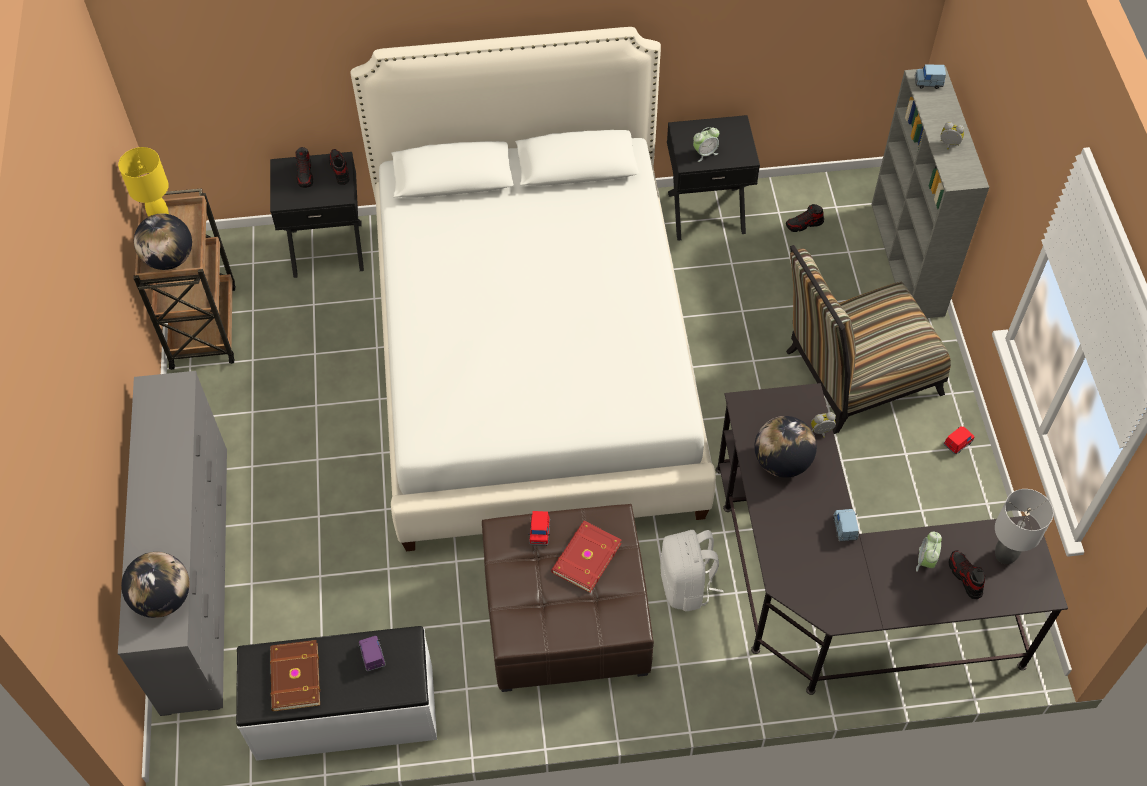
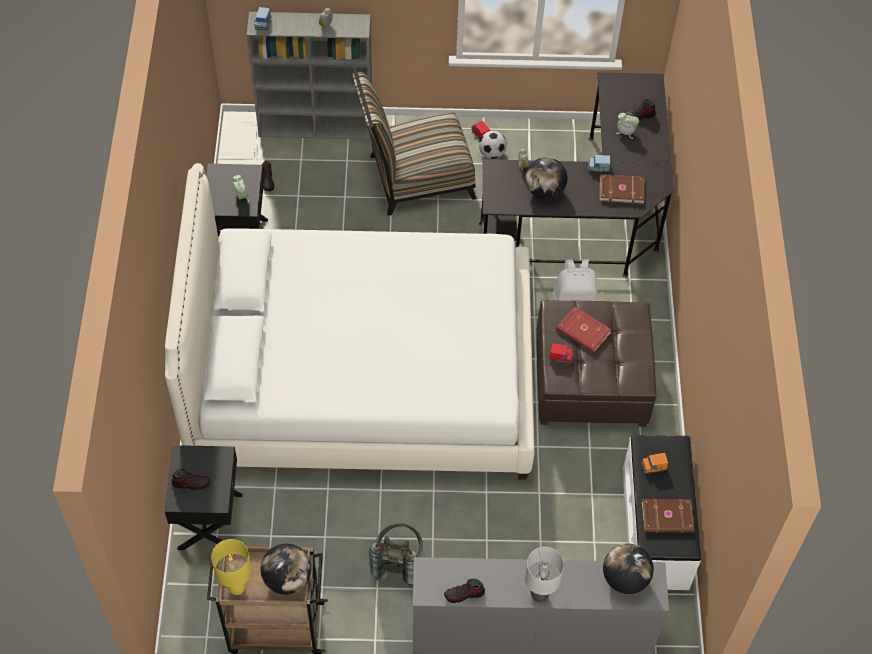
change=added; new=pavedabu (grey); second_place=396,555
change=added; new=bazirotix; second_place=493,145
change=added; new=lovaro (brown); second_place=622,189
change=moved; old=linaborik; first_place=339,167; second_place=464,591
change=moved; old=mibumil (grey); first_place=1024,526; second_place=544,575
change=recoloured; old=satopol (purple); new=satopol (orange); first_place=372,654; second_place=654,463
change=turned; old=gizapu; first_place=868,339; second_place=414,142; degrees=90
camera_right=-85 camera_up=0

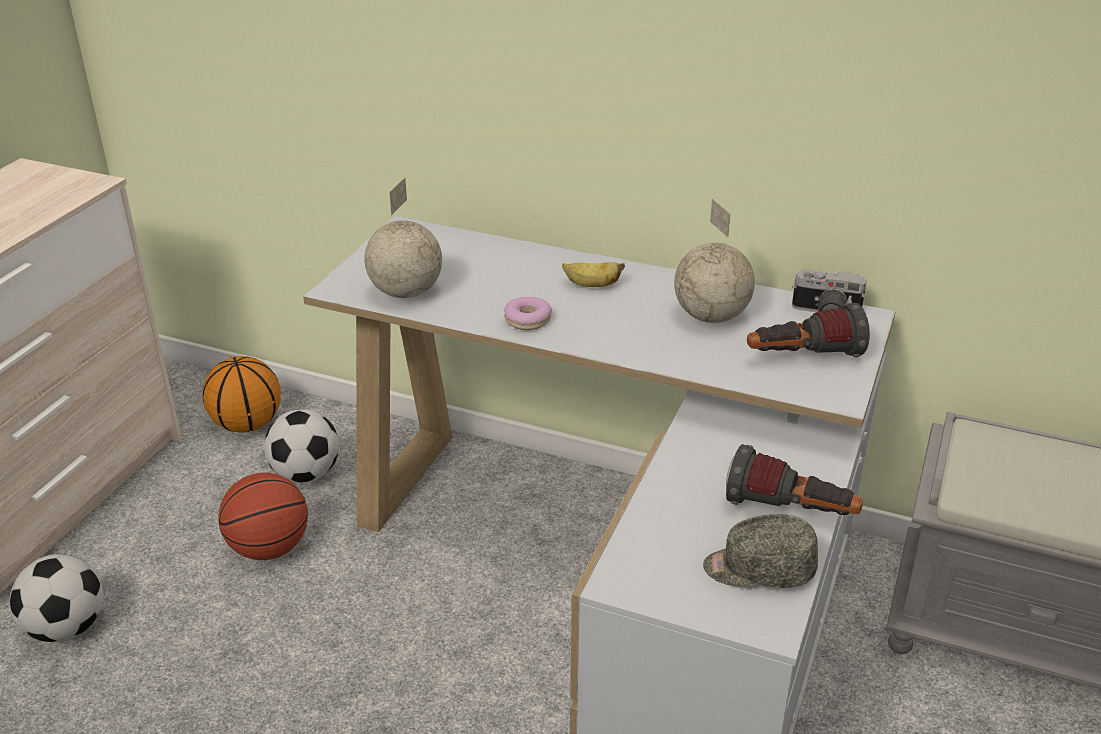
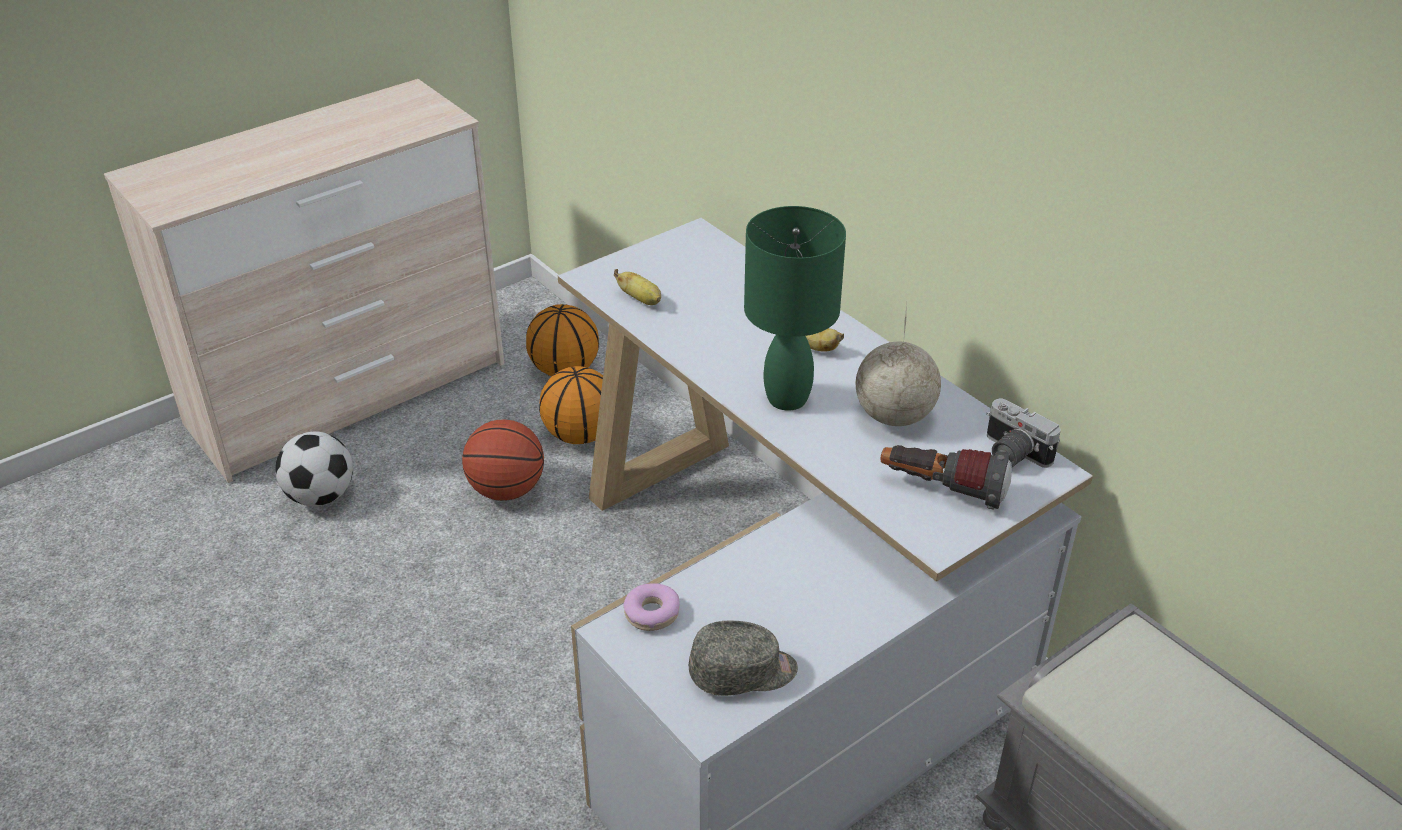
change=removed; old=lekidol; first_place=794,479
change=added; new=mibumil (green); second_place=795,308
change=moved; old=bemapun; first_place=528,313; second_place=652,607
change=replaced; old=bazirotix; new=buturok; first_place=301,446; second_place=571,405
change=replaced; old=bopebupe; new=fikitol; first_place=403,238; second_place=637,287
change=turned; old=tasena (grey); first_place=760,551; second_place=743,658; degrees=135
camera_right=30 camera_up=5

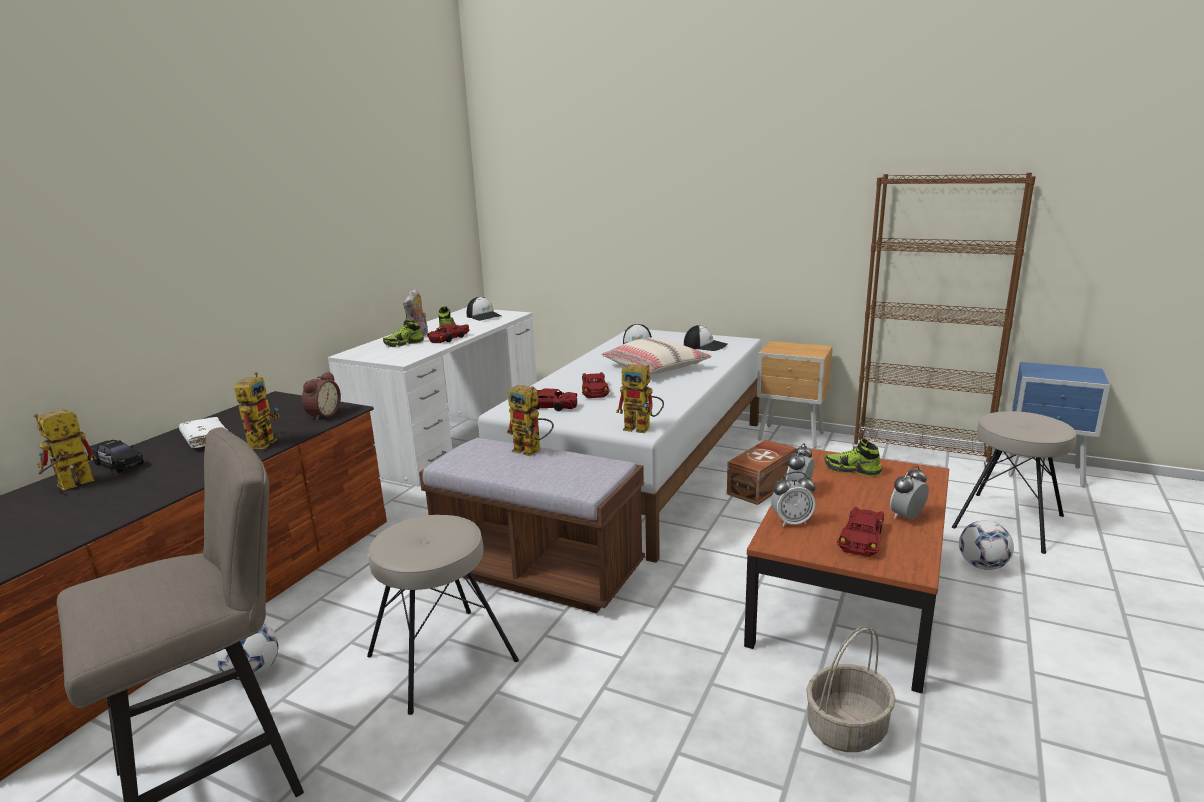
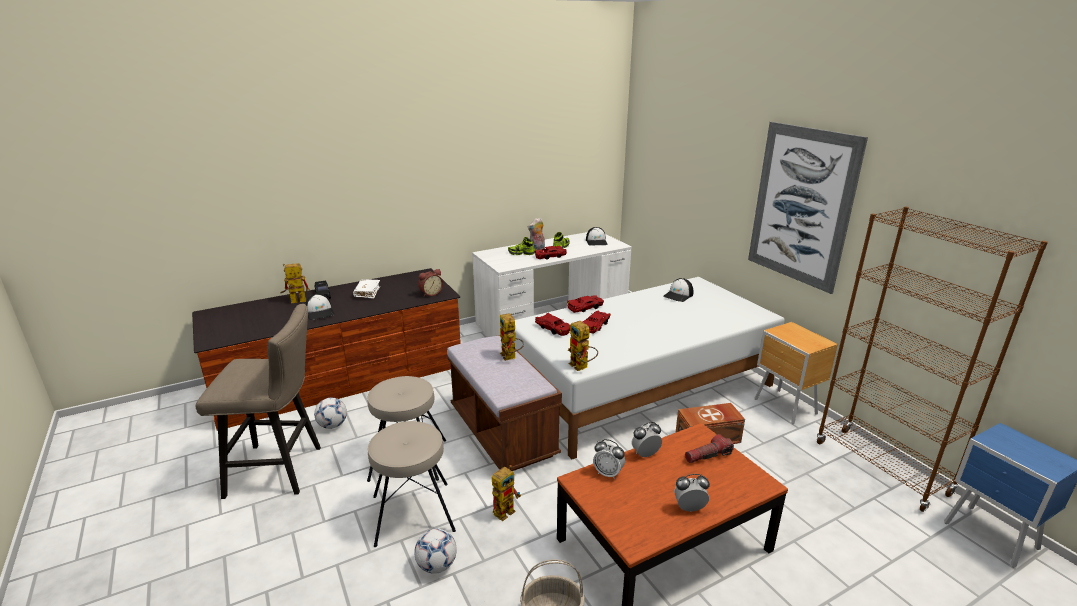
change=removed; old=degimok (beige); first_place=657,355
change=added; new=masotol; second_place=808,208
change=moved; old=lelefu; first_place=257,410; second_place=506,493
change=moved; old=tasena; first_place=705,338; second_place=320,307
change=moved; old=satopol (red); first_place=860,532; second_place=585,304
change=moved; old=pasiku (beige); first_place=1014,482; second_place=412,484
change=moved; old=bazirotix; first_place=986,545; second_place=435,551
change=replaced; old=linaborik; new=lekidol; first_place=853,458; second_place=709,448
camera_right=35 camera_up=5

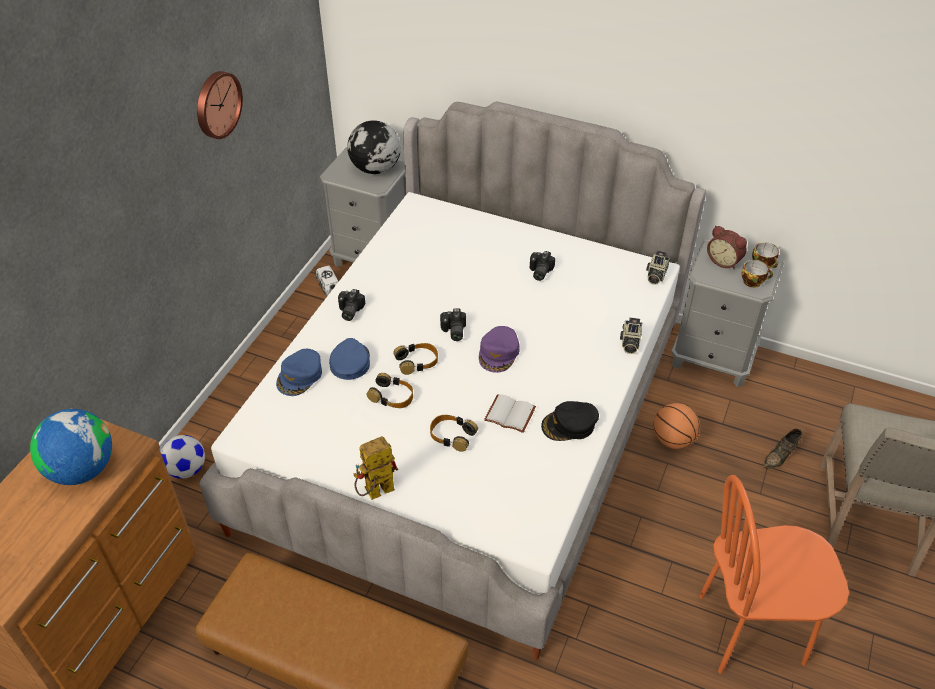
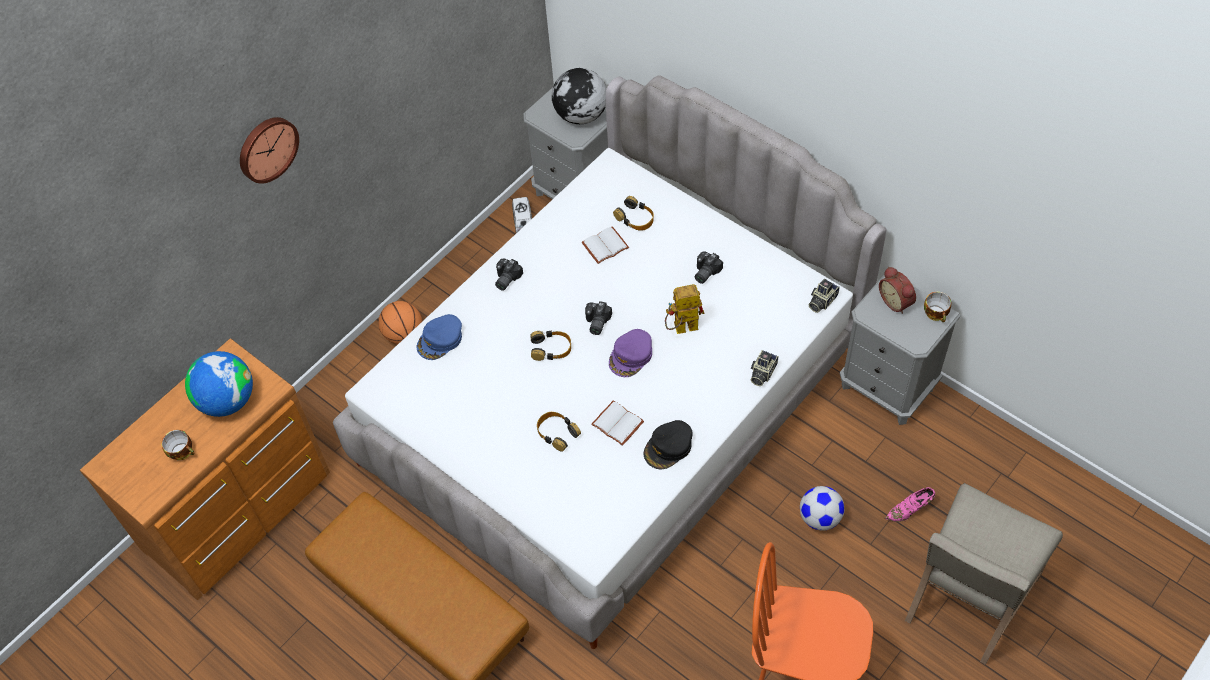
change=removed; old=tasena (blue); first_place=349,359
change=added; new=lovaro (white); second_place=605,245
change=moved; old=bazirotix; first_place=183,457; second_place=822,508
change=moved; old=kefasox; first_place=220,105; second_place=269,150
change=moved; old=lelefu; first_place=375,468; second_place=685,309
change=moved; old=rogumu; first_place=389,390; second_place=633,213
change=moved; old=buturok; first_place=676,426; second_place=400,322
change=moved; old=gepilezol; first_place=757,273; second_place=177,445
change=recoloured; old=linaborik (brown); new=linaborik (pink); first_place=783,449; second_place=910,504
change=turned; old=tasena (black); first_place=570,421; second_place=668,444; degrees=-45
camera_right=20 camera_up=10

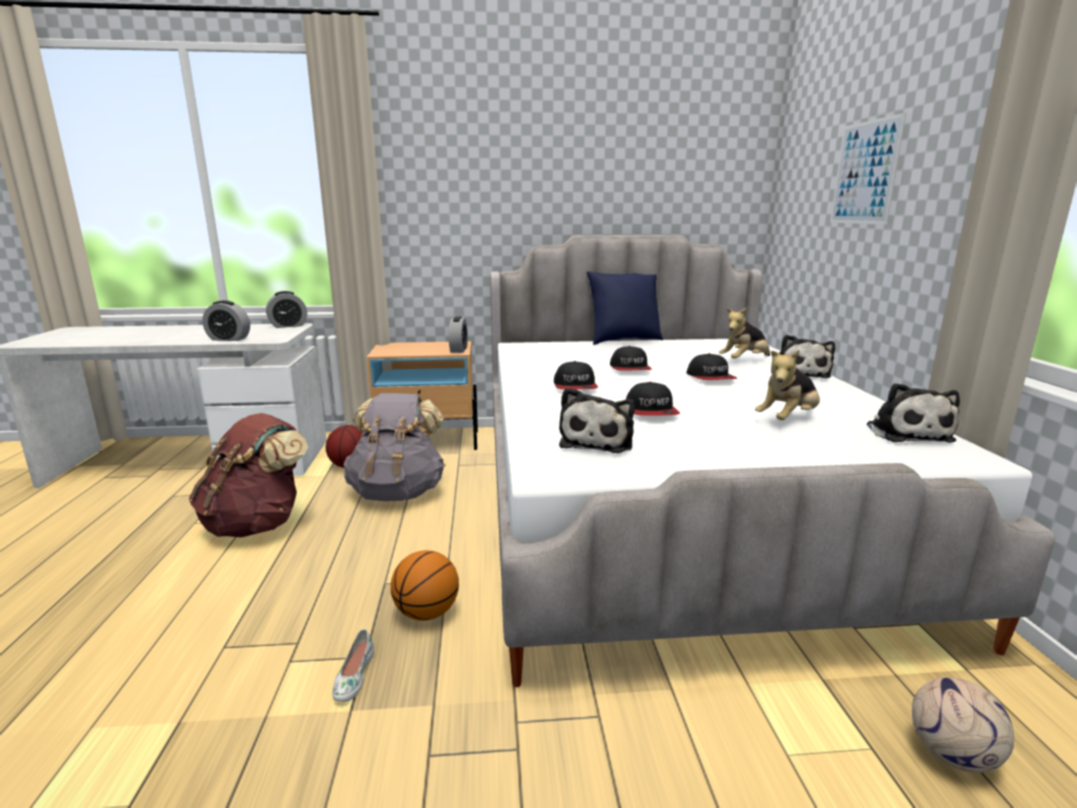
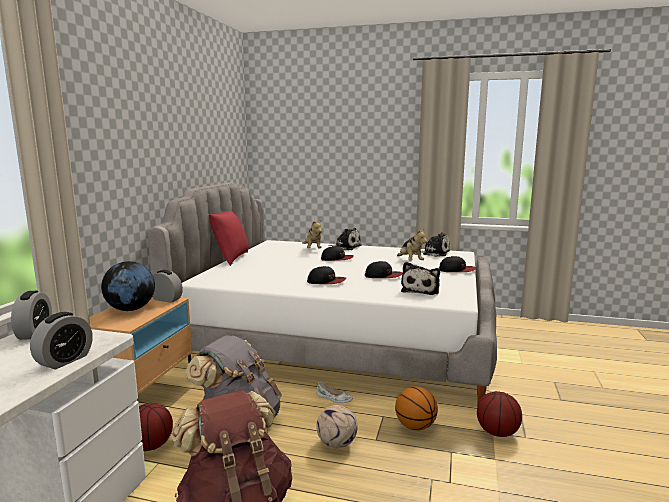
change=removed; old=masotol; first_place=868,169
change=added; new=bopebupe; second_place=128,286
change=added; new=buturok; second_place=499,414
change=moved; old=linaborik (white); first_place=353,665; second_place=334,392
change=moved; old=tasena; first_place=631,358; second_place=457,264
change=moved; old=bazirotix; first_place=963,725; second_place=337,426
change=recoloured; old=degimok (blue); new=degimok (red); first_place=625,308; second_place=229,238
change=turned; old=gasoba; first_place=597,420; second_place=420,278; degrees=75
camera_right=-70 camera_up=-5

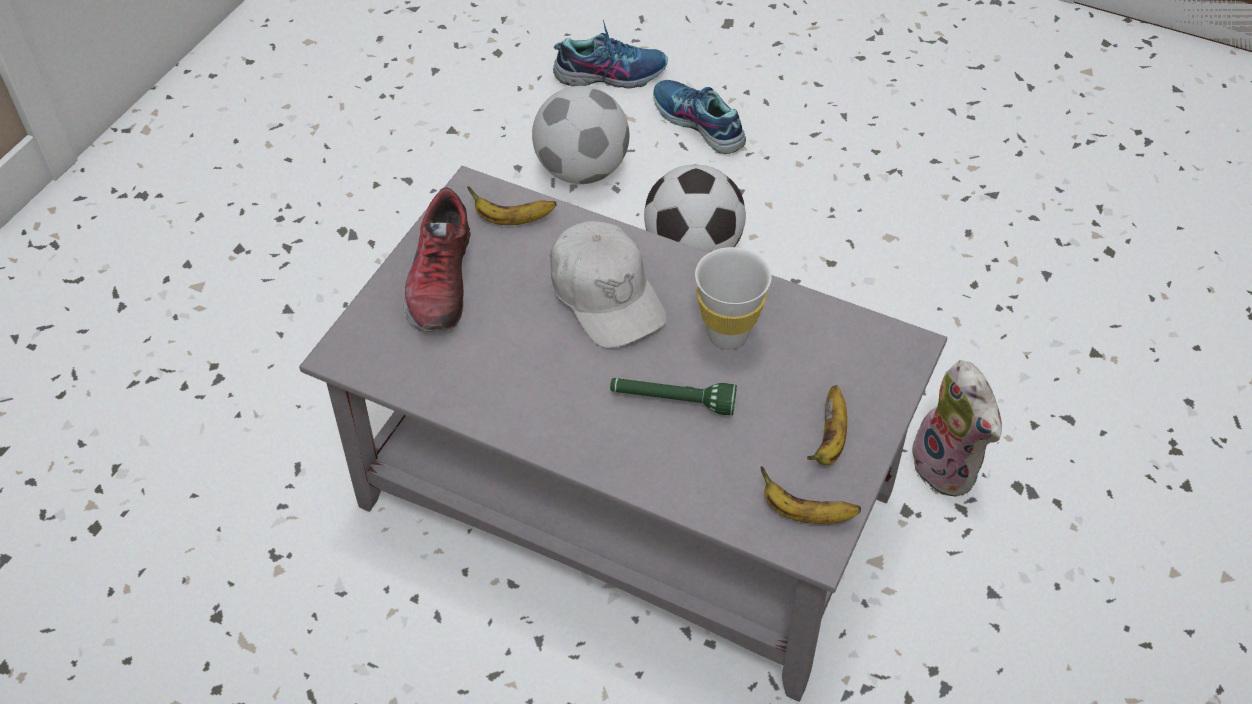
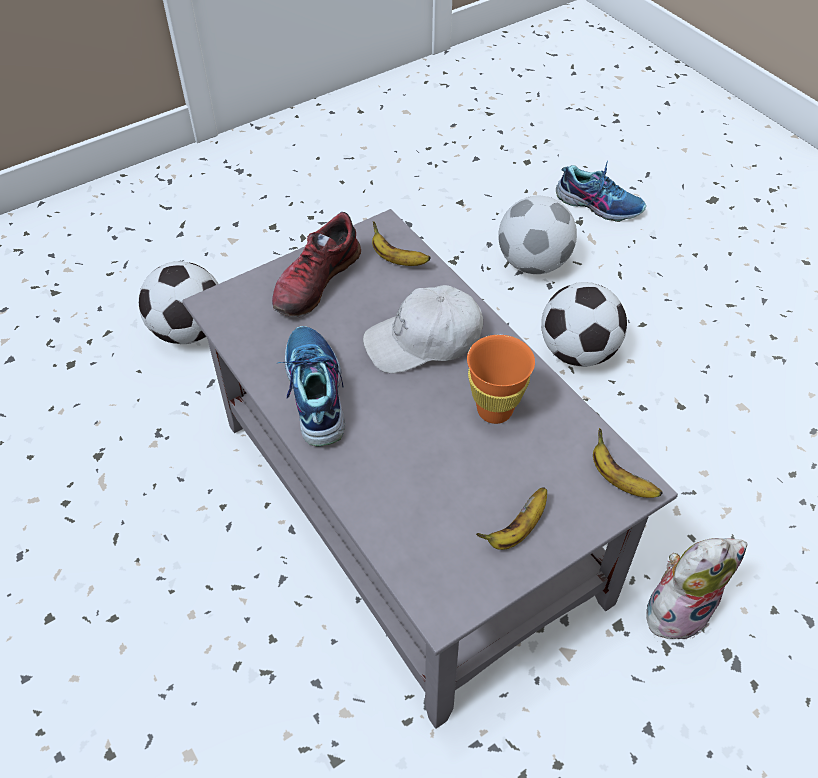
change=removed; old=lekidol (green); first_place=673,396
change=added; new=bazirotix; second_place=178,302
change=moved; old=linaborik; first_place=699,117; second_place=310,386
change=moved; old=fikitol; first_place=810,495; second_place=628,463
change=recoloured; old=gepilezol (white); new=gepilezol (orange); first_place=733,298; second_place=501,379
change=turned; old=tasena (white); first_place=608,285; second_place=423,329; degrees=75
change=turned; old=gasoba; first_place=954,428; second_place=696,590; degrees=-120
camera_right=30 camera_up=0

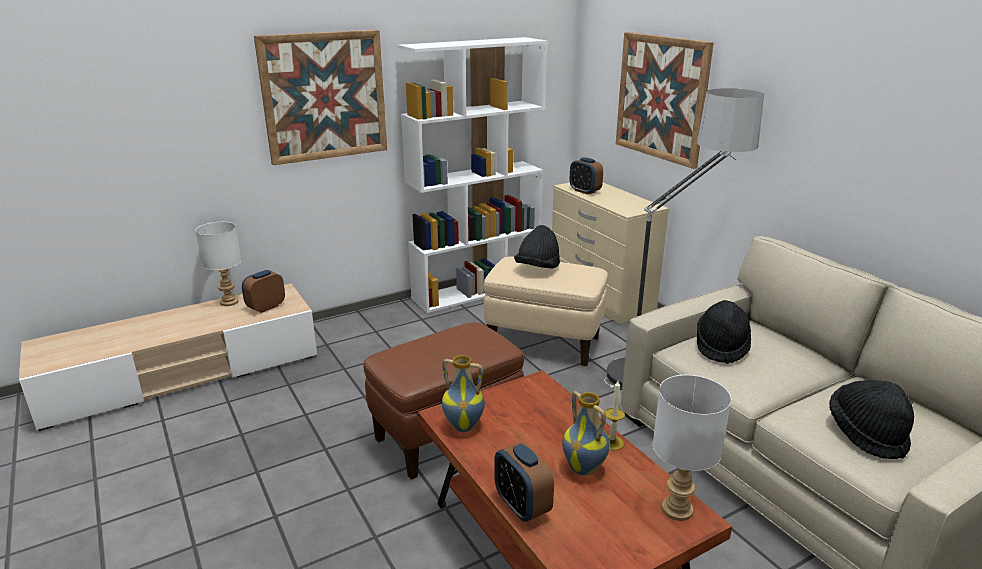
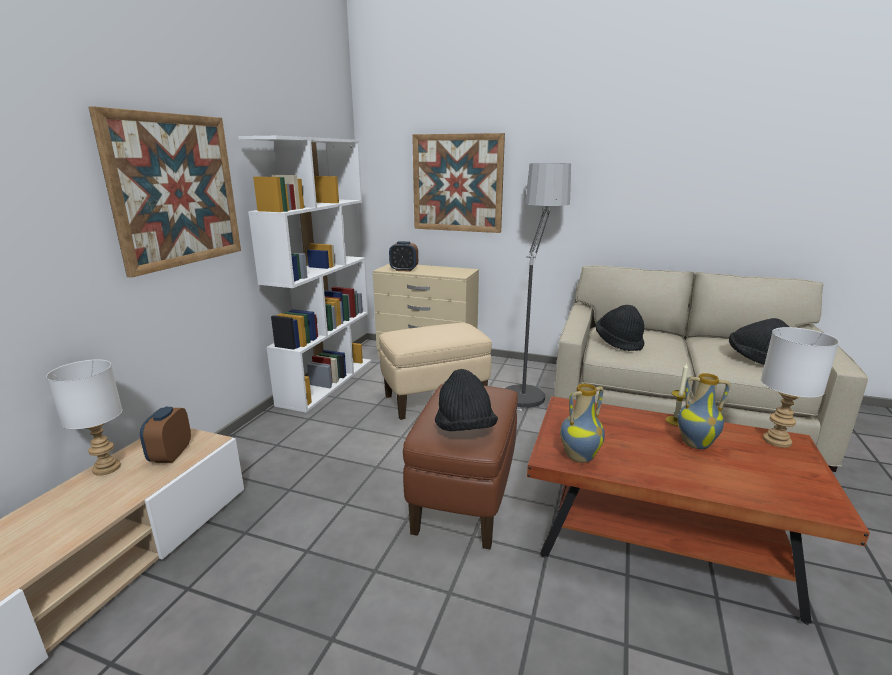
change=removed; old=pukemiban; first_place=524,482
change=moved; old=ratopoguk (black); first_place=537,247; second_place=466,400
camera_right=-40 camera_up=-5

